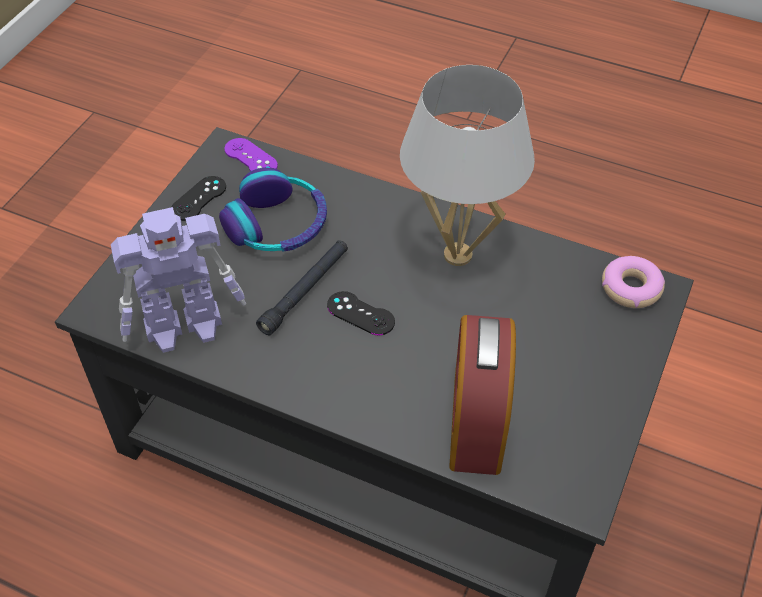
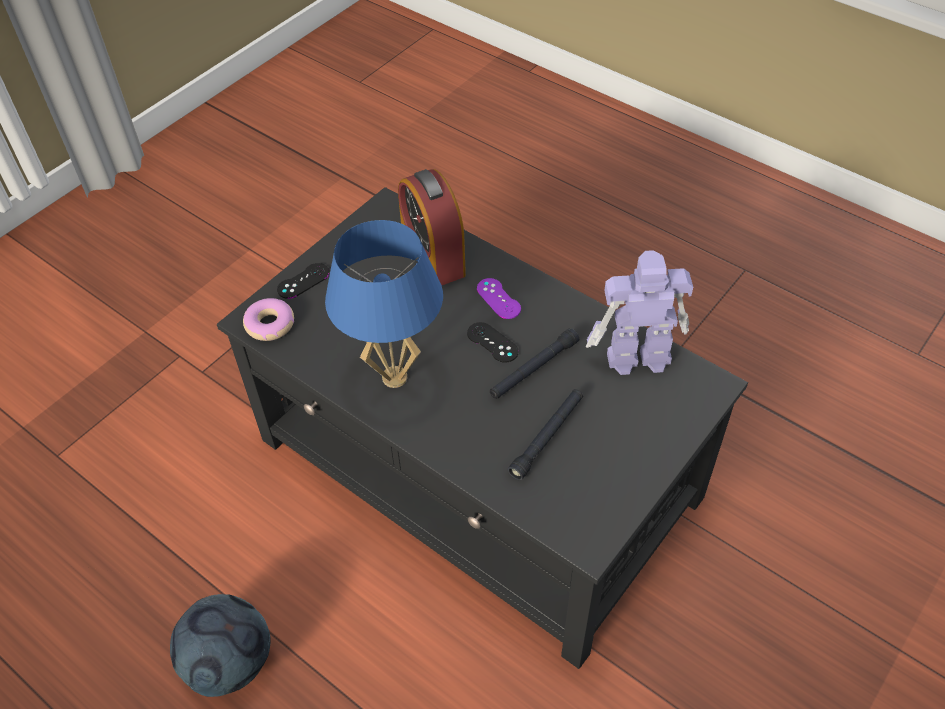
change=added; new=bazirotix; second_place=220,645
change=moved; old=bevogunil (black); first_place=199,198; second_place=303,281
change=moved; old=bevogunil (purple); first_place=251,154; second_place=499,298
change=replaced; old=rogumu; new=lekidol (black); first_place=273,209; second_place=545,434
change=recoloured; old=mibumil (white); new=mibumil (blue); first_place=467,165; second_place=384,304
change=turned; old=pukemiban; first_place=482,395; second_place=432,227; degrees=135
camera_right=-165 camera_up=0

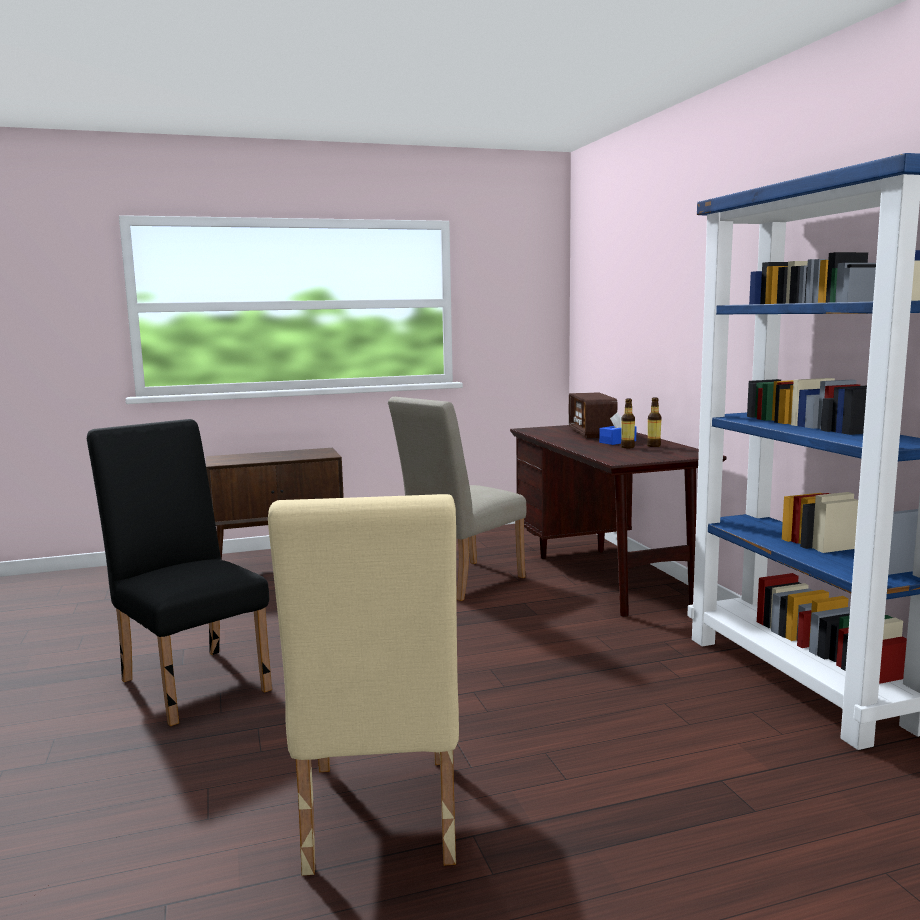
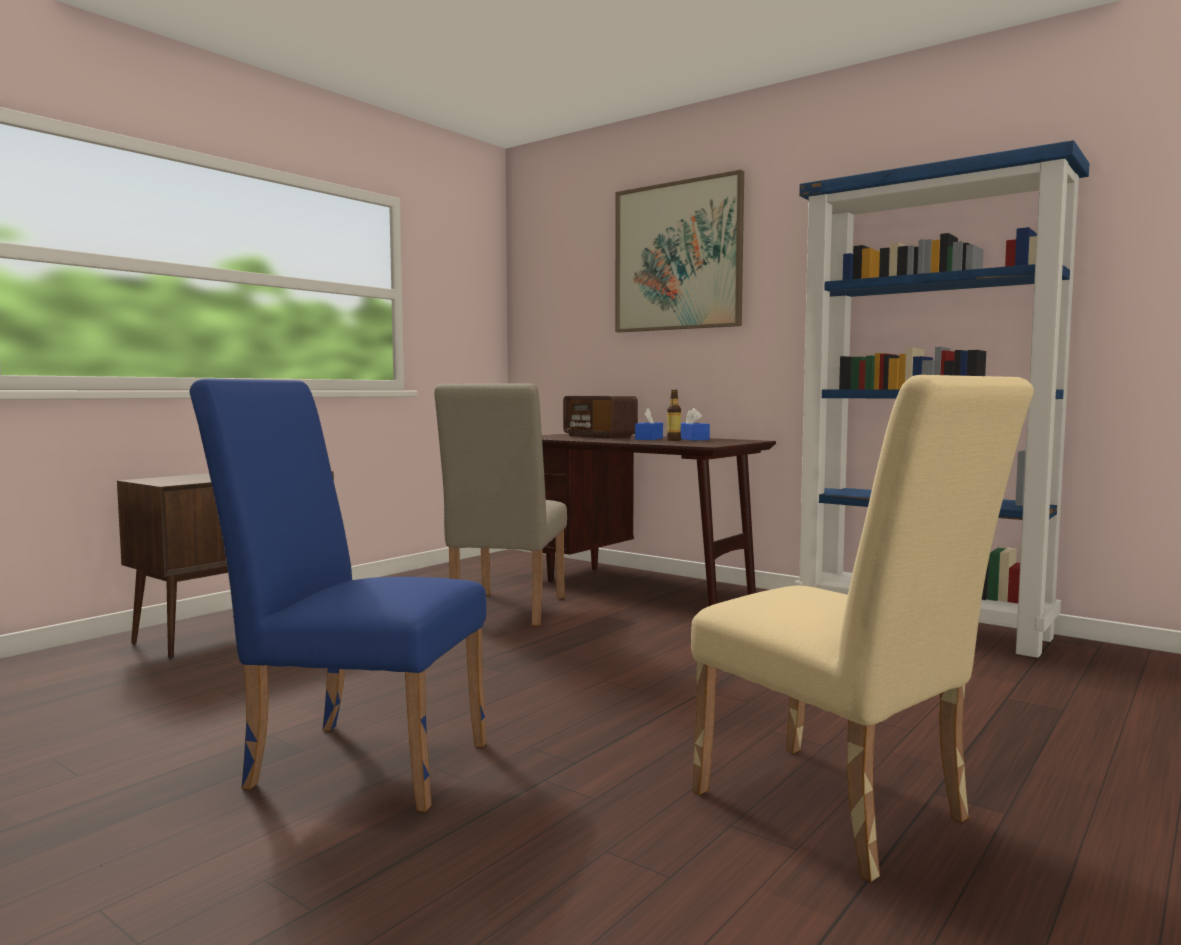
change=added; new=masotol; second_place=679,251
change=replaced; old=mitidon; new=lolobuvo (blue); first_place=654,422; second_place=695,424
change=recoloured; old=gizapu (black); new=gizapu (blue); first_place=179,572; second_place=338,595
camera_right=-35 camera_up=-5

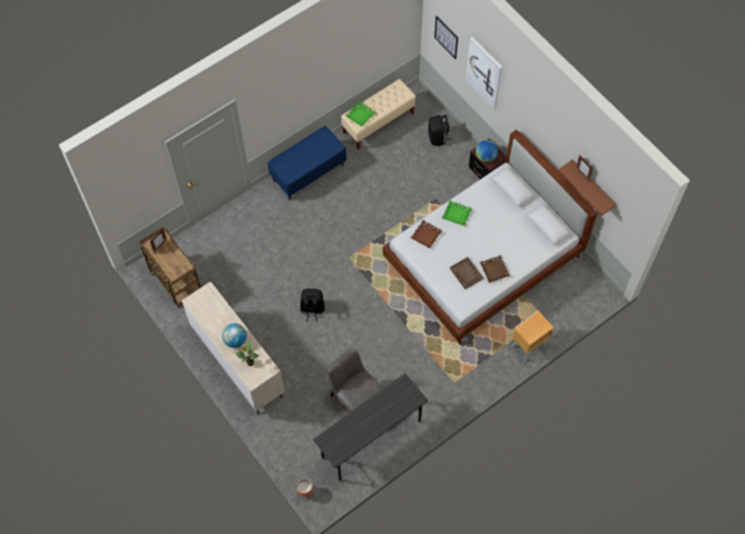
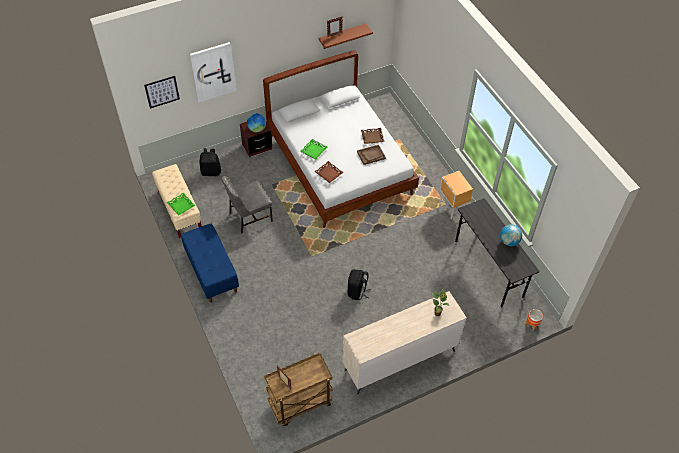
change=moved; old=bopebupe; first_place=234,335; second_place=511,235
change=moved; old=gizapu (grey); first_place=355,381; second_place=247,204
change=moved; old=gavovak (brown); first_place=533,336; second_place=456,195
camera_right=-80 camera_up=-10

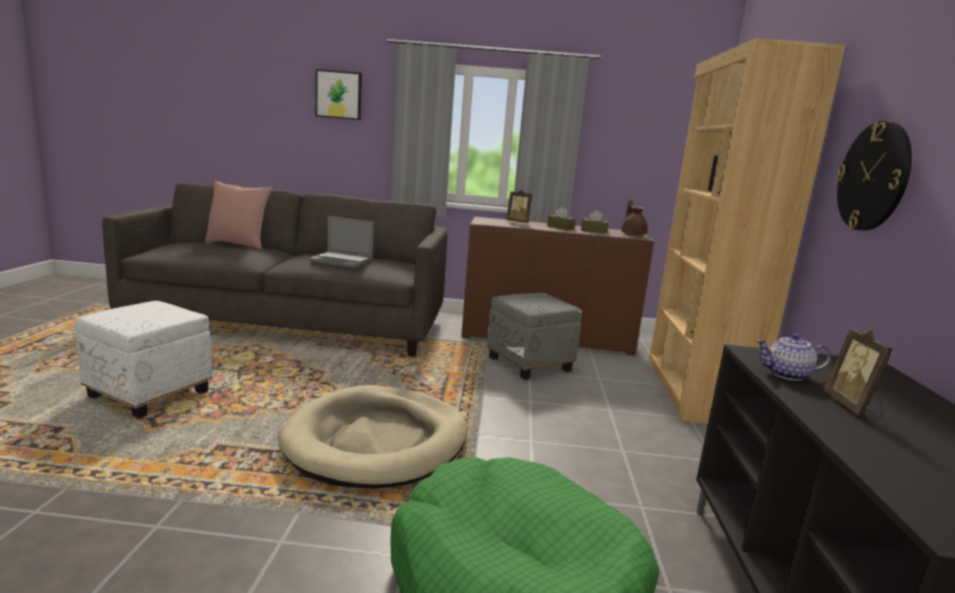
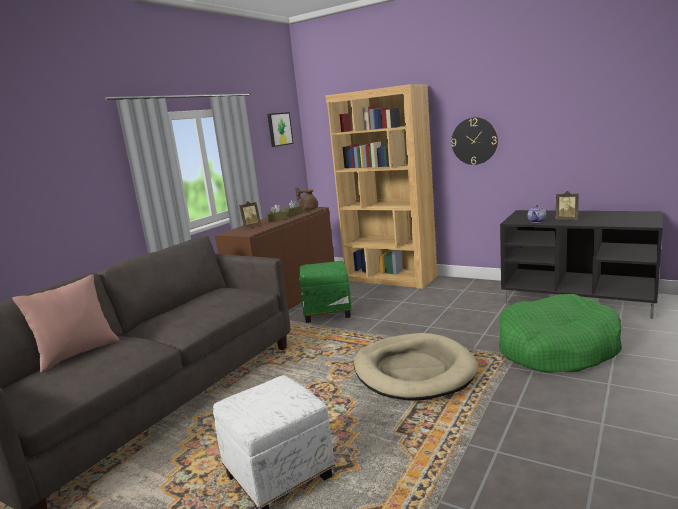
change=removed; old=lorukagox; first_place=341,242
change=moved; old=masotol; first_place=339,94; second_place=280,129
change=recoloured; old=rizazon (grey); new=rizazon (green); first_place=534,336; second_place=325,292
camera_right=-60 camera_up=0

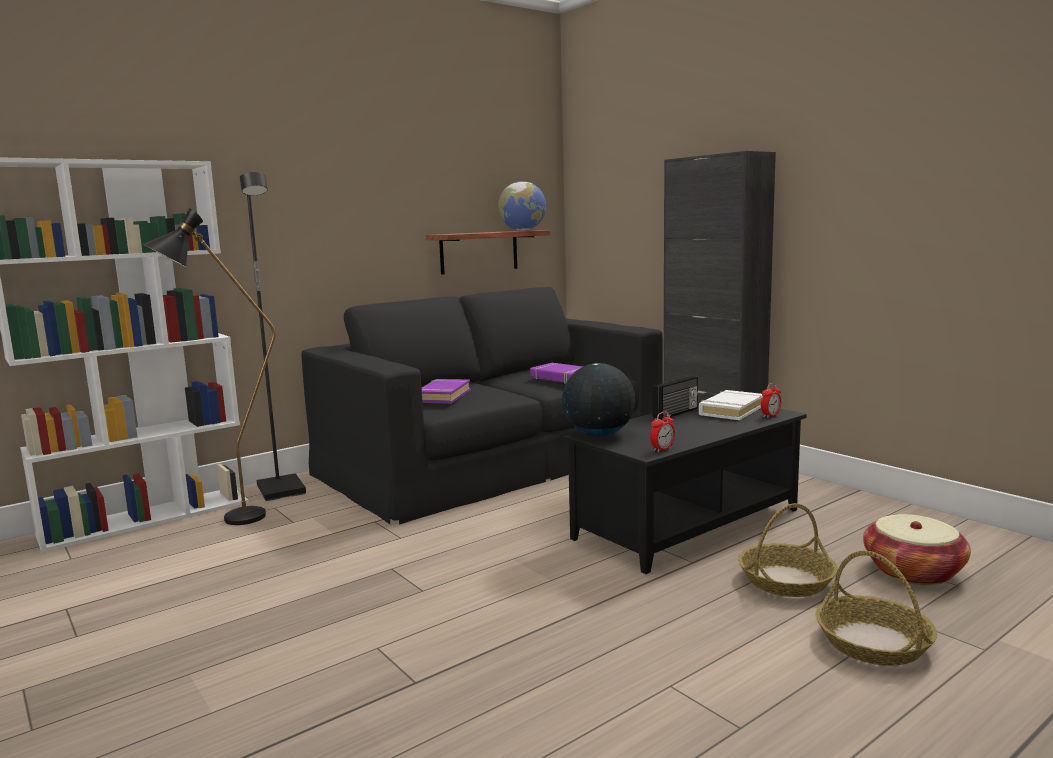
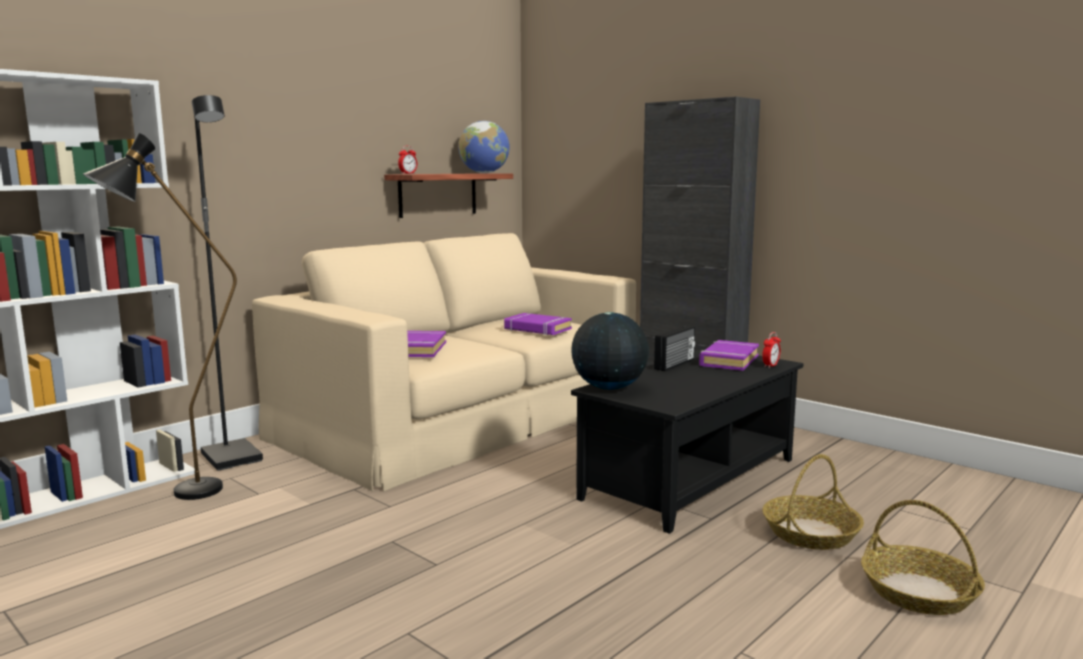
change=removed; old=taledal; first_place=917,550
change=moved; old=pukemiban; first_place=662,432; second_place=407,160
change=recoloured; old=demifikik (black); new=demifikik (beige); first_place=482,406; second_place=444,362
change=recoloured; old=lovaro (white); new=lovaro (purple); first_place=731,405; second_place=729,355
camera_right=-10 camera_up=0

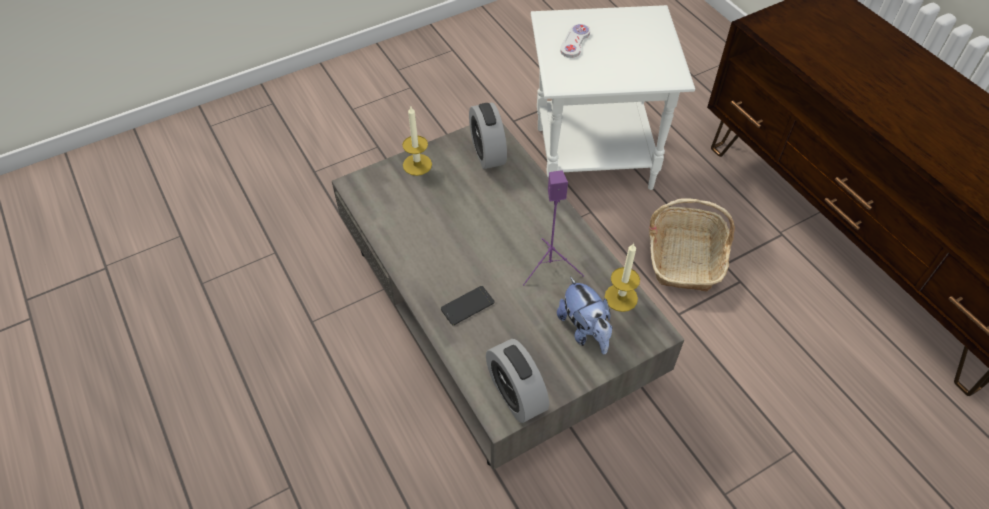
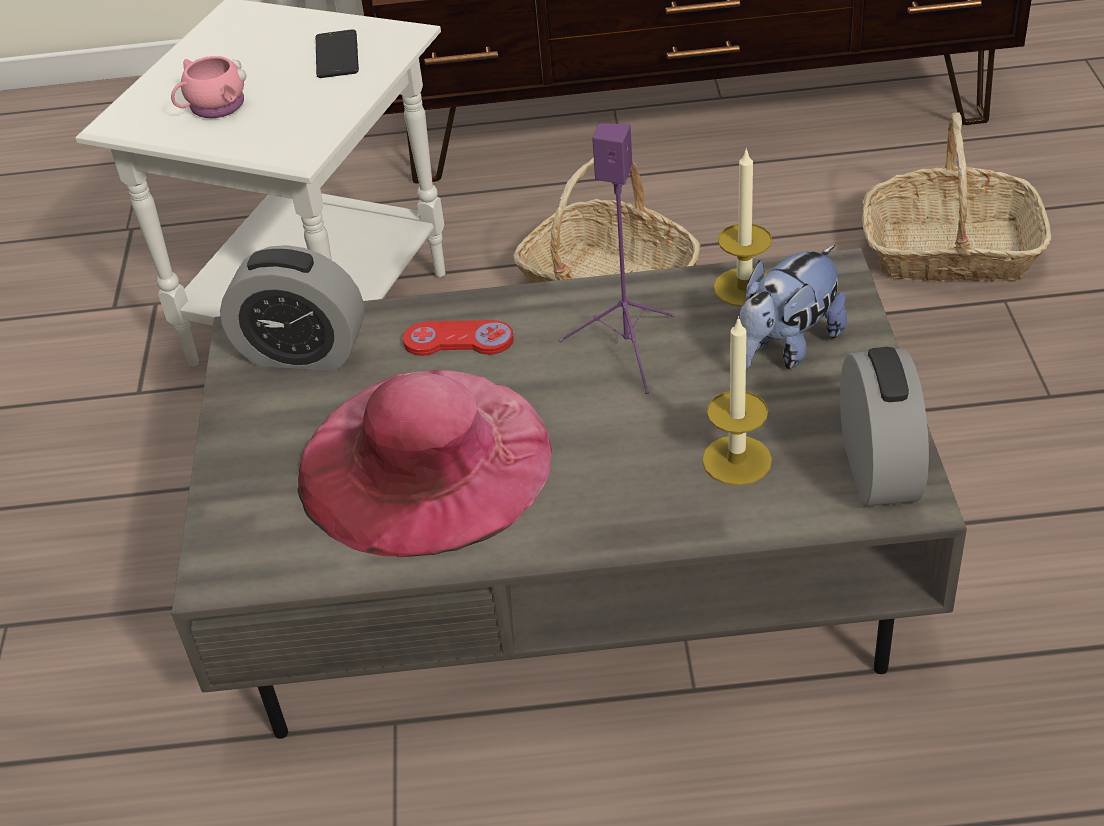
change=added; new=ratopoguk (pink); second_place=425,463
change=added; new=bevogunil (red); second_place=458,338
change=added; new=taledal; second_place=956,196
change=moved; old=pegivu; first_place=417,141; second_place=737,401
change=moved; old=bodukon; first_place=467,305; second_place=337,53
change=replaced; old=bevogunil (white); new=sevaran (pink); first_place=575,41; second_place=208,87
change=turned; old=pukemiban; first_place=517,381; second_place=884,426; degrees=-90
change=turned; old=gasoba; first_place=585,315; second_place=793,307; degrees=135
camera_right=-60 camera_up=-10

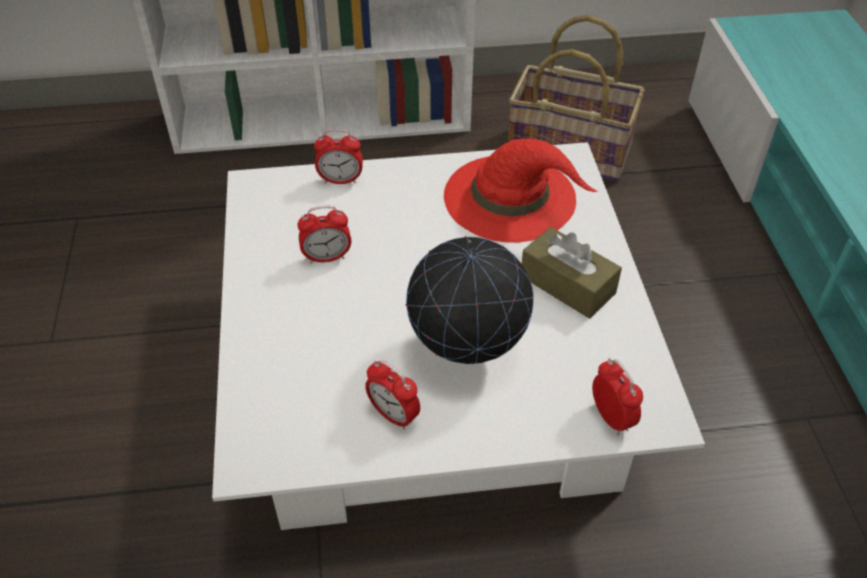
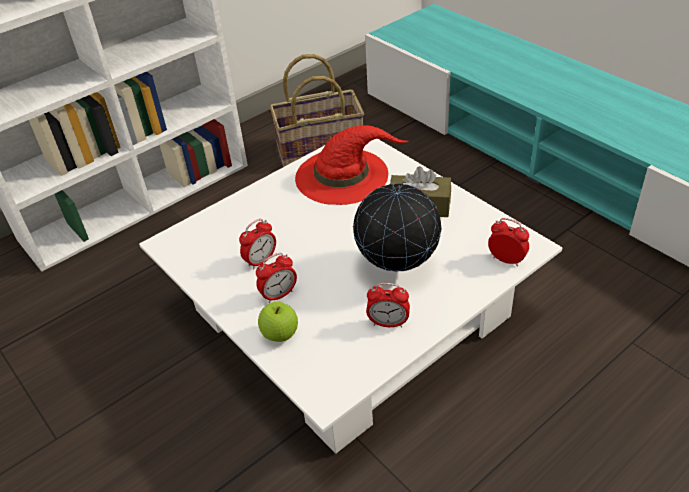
change=added; new=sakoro; second_place=278,322
change=moved; old=pukemiban; first_place=338,156; second_place=276,278
camera_right=-30 camera_up=-5

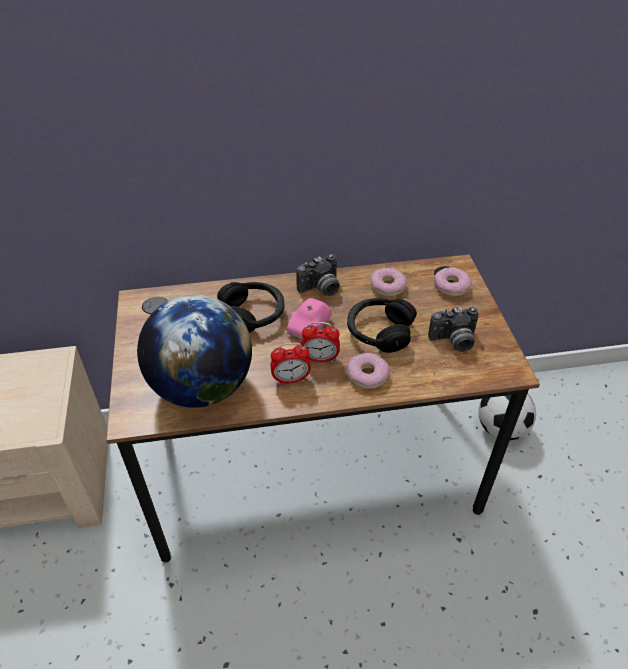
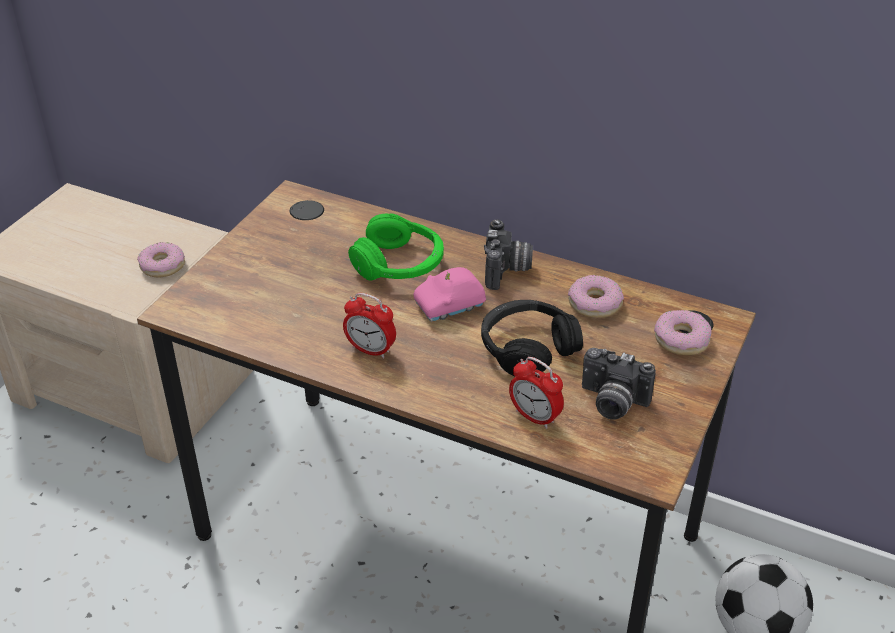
change=removed; old=bopebupe; first_place=194,351
change=moved; old=pukemiban; first_place=320,342; second_place=536,393
change=moved; old=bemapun; first_place=368,371; second_place=161,259
change=recoloured; old=rogumu (black); new=rogumu (green); first_place=250,307; second_place=396,247
change=turned; old=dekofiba; first_place=318,275; second_place=508,254; degrees=-90
camera_right=35 camera_up=-5

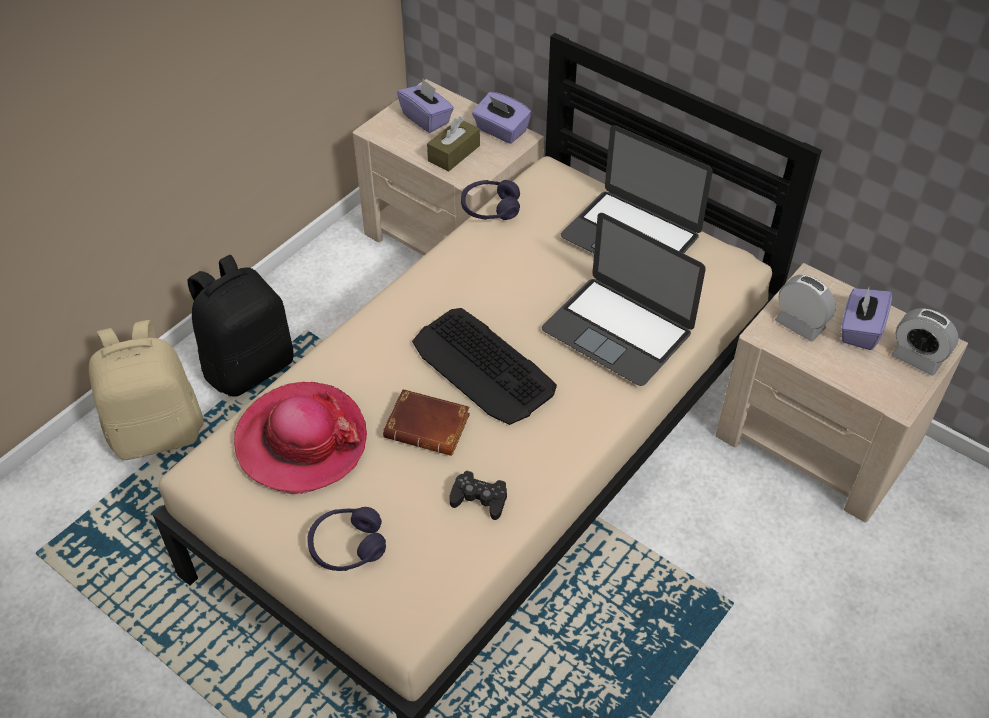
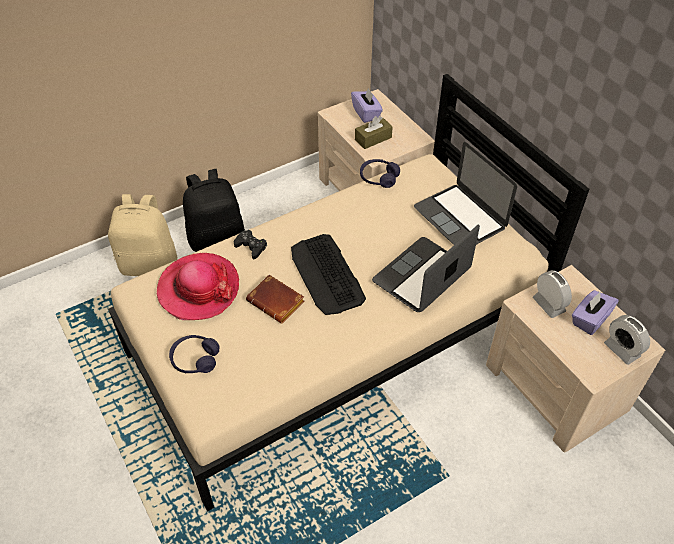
change=removed; old=lolobuvo (purple); first_place=502,118
change=moved; old=bevogunil (black); first_place=478,495; second_place=250,244
change=turned; old=lorukagox; first_place=624,299; second_place=426,268; degrees=75
camera_right=20 camera_up=0

